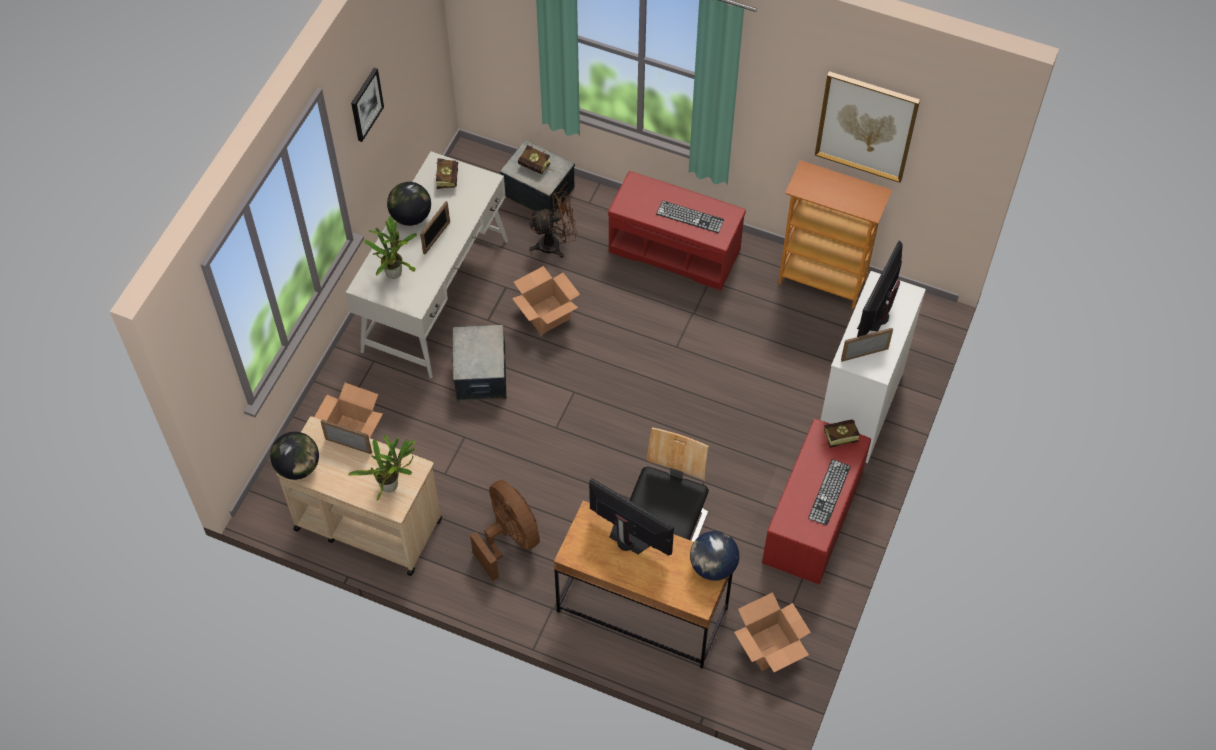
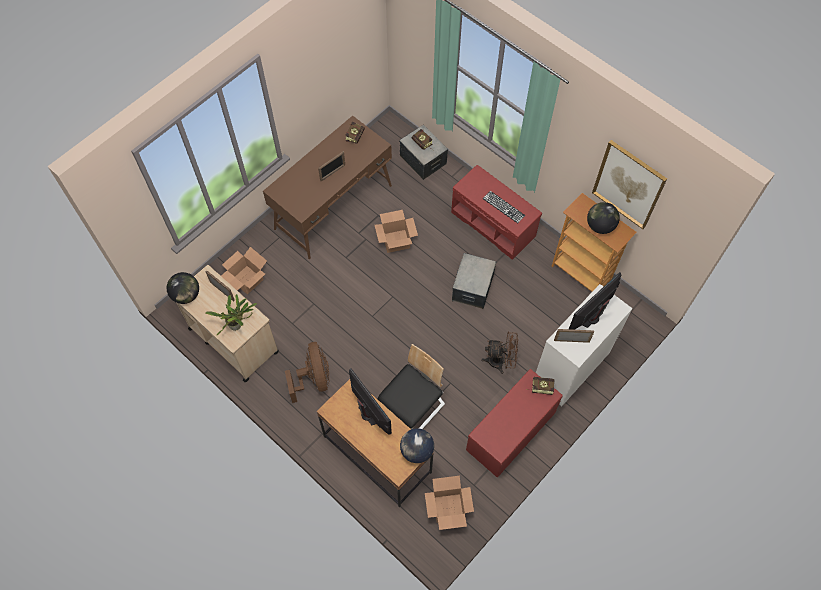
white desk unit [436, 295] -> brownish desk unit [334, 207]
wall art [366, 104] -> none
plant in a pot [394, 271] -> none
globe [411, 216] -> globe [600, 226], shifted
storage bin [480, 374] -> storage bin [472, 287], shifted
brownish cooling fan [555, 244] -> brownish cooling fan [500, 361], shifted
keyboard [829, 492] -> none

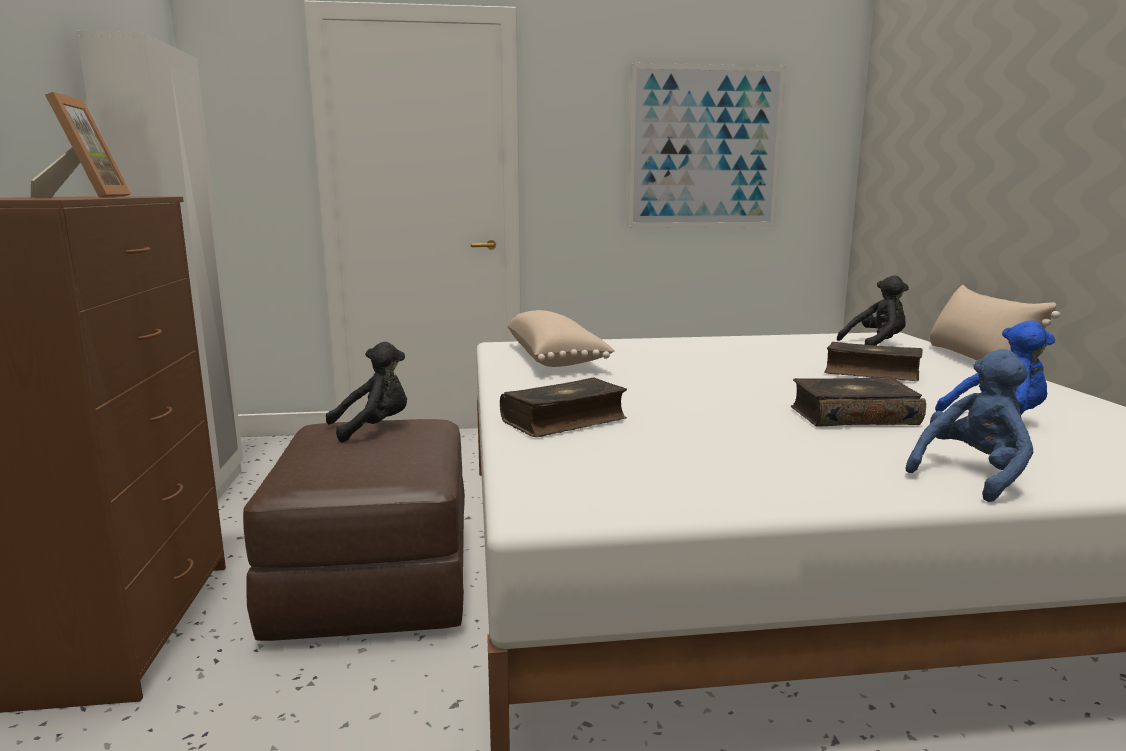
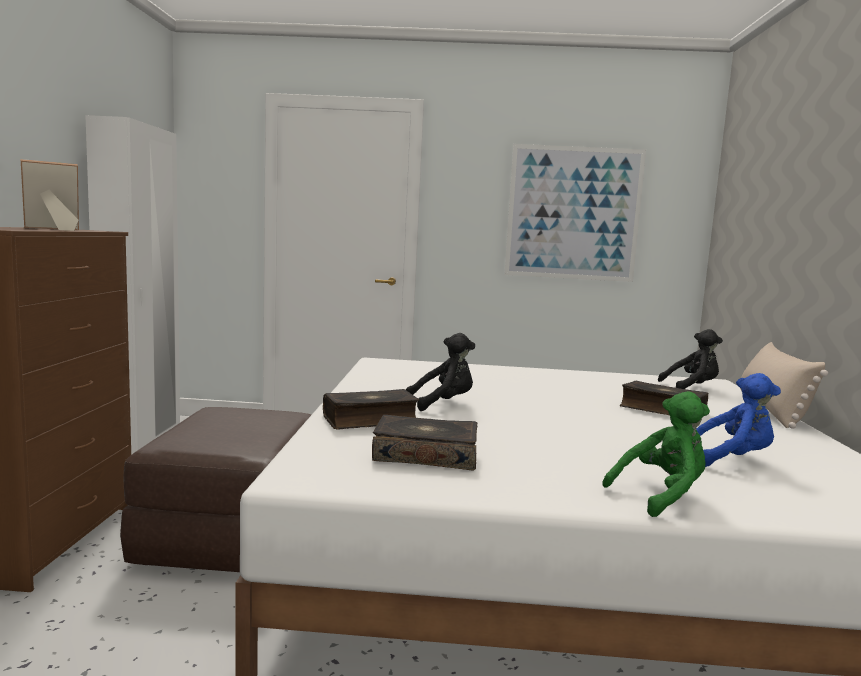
picture frame [87, 196] -> picture frame [52, 229], 120 degrees counterclockwise
blackish cuddly toy [374, 428] -> blackish cuddly toy [443, 403], shifted
beige-coloured throw pillow [556, 359] -> none
bound book [852, 416] -> bound book [425, 455], shifted
bluish cuddly toy [972, 475] -> green cuddly toy [661, 496]

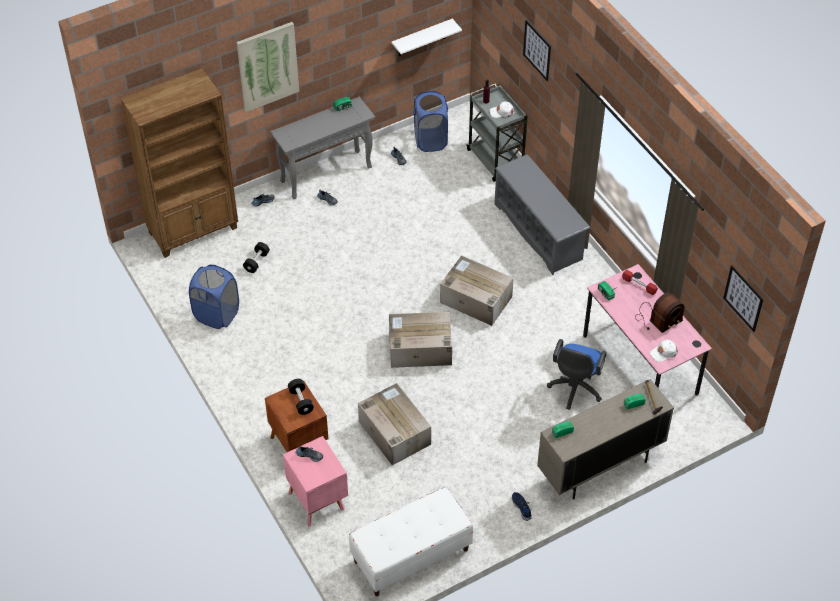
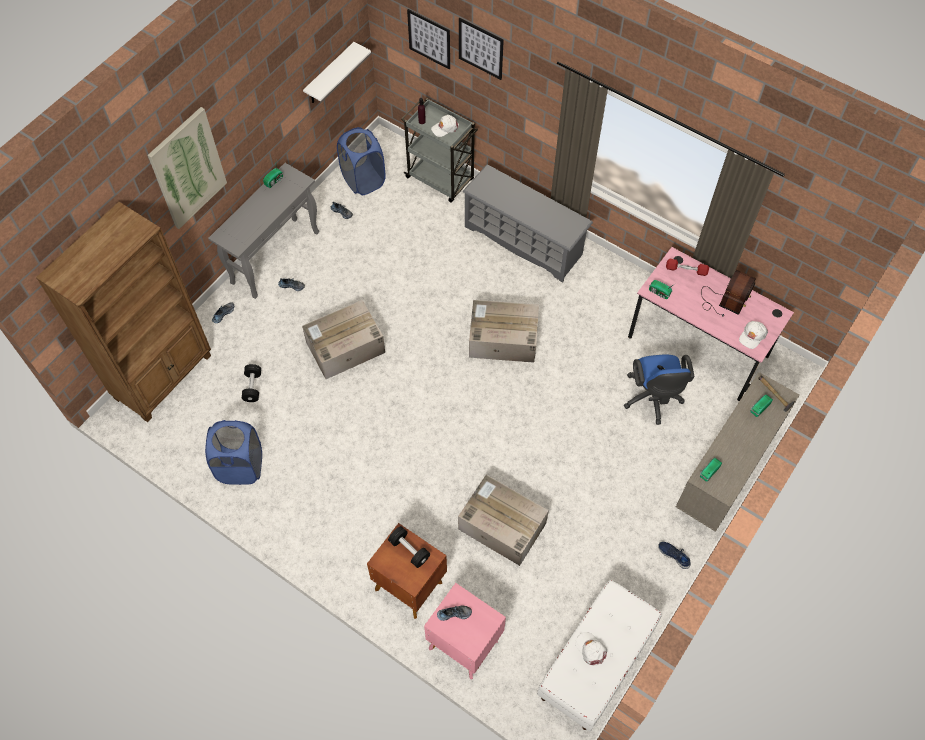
packing box [419, 349] -> packing box [344, 348], shifted
wall art [743, 298] -> wall art [429, 39], shifted
none -> white peaked cap [591, 649]

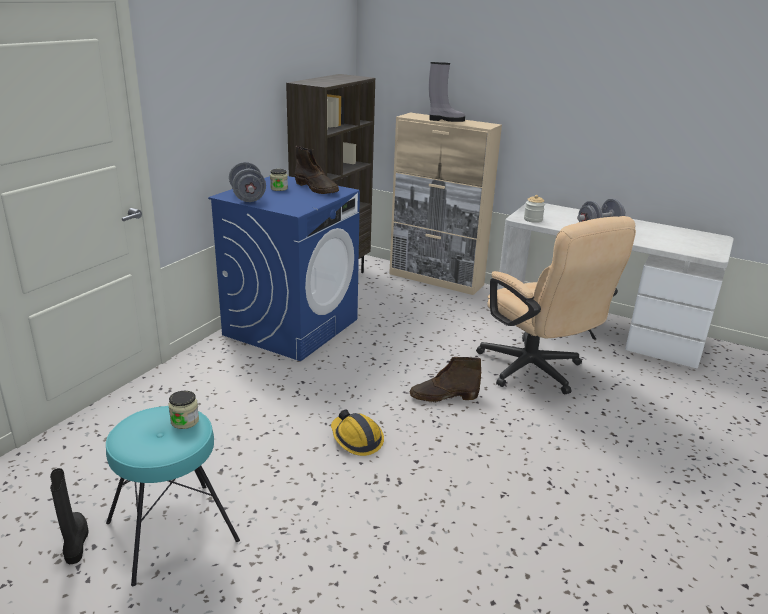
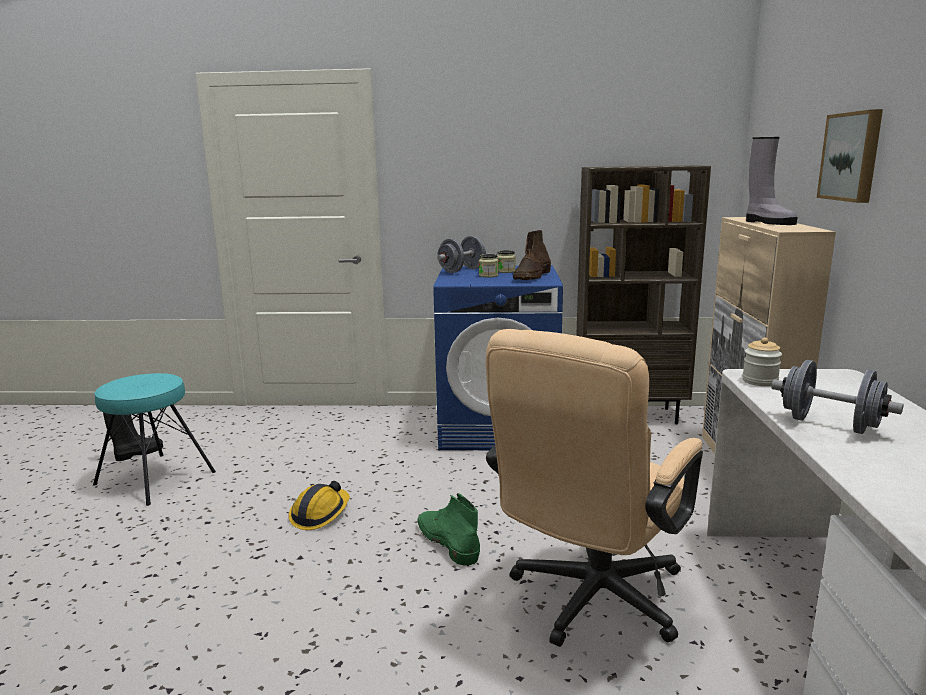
storage jar [185, 421] -> storage jar [488, 275], shifted
brownish boot [443, 396] -> green boot [447, 542]
none -> wall art [852, 156]

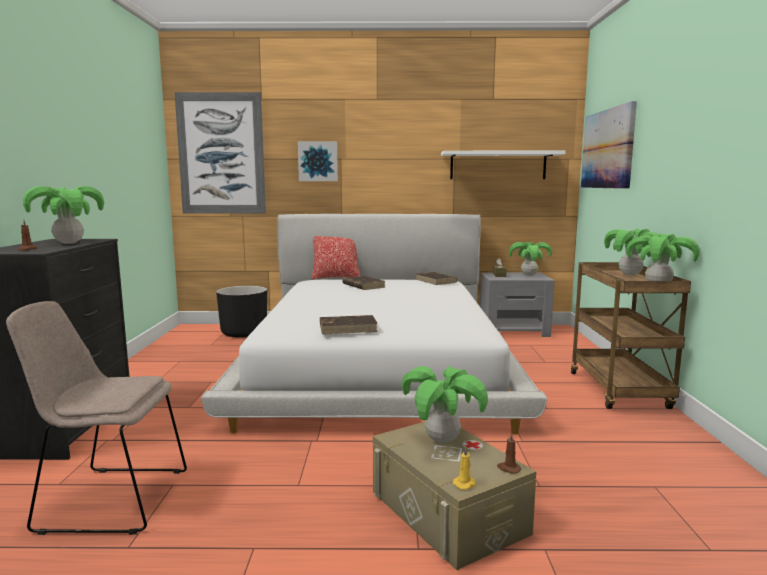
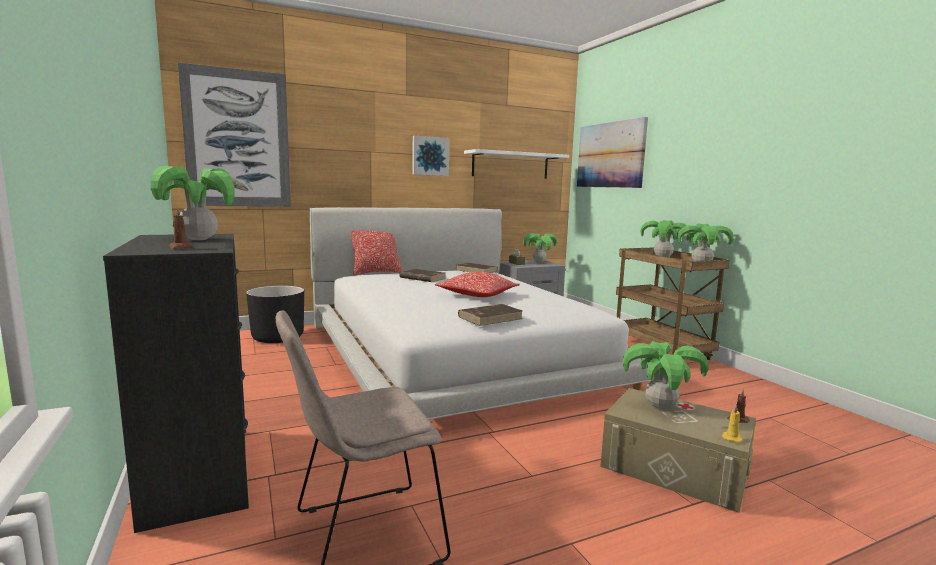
wall art [318, 161] -> wall art [430, 156], shifted
none -> throw pillow [477, 295]

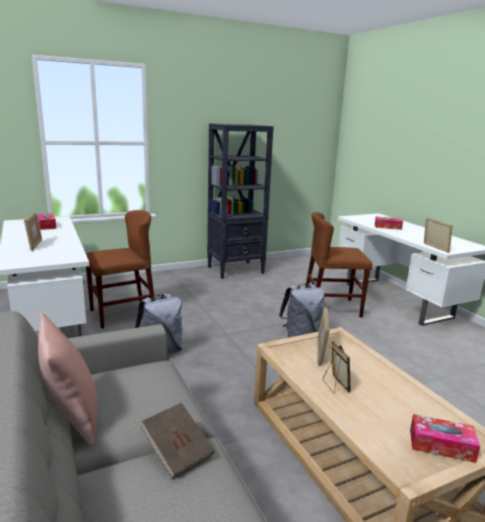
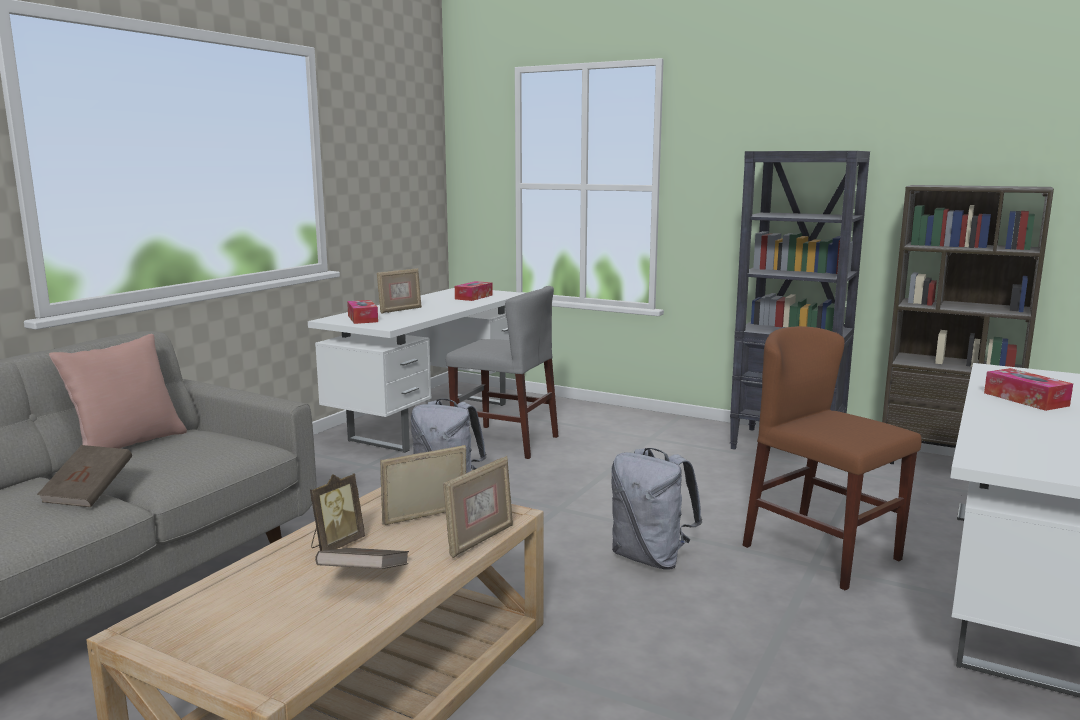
brownish upright chair [122, 314] -> gray upright chair [505, 441]
tissue holder [441, 445] -> tissue holder [362, 319], shifted
picture frame [435, 248] -> picture frame [480, 540], shifted
none -> brownish bound book [365, 579]
none -> brownish bookshelf [945, 464]

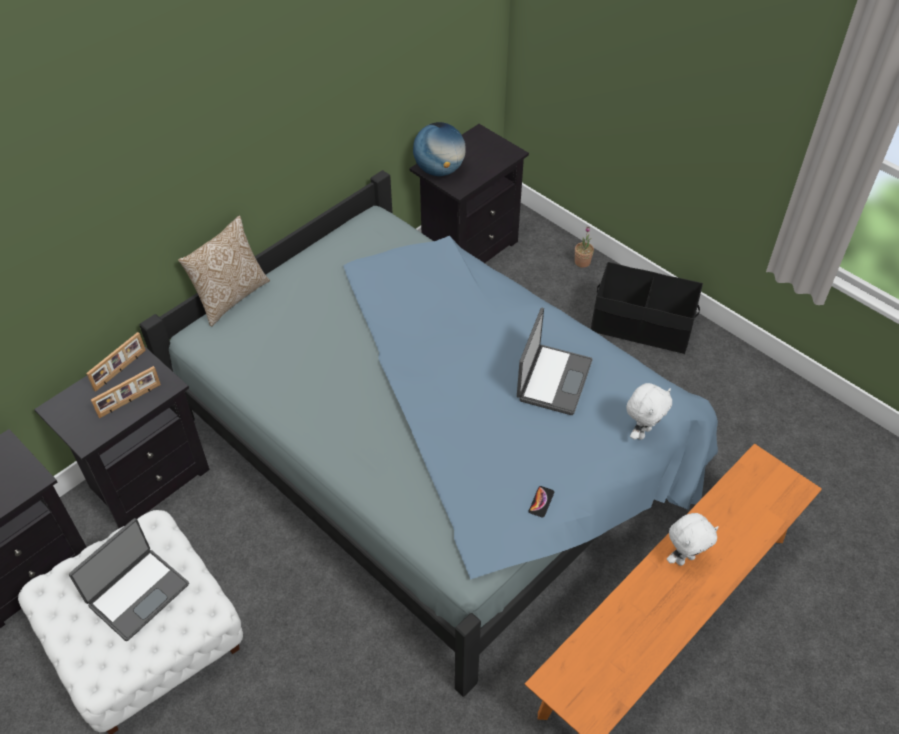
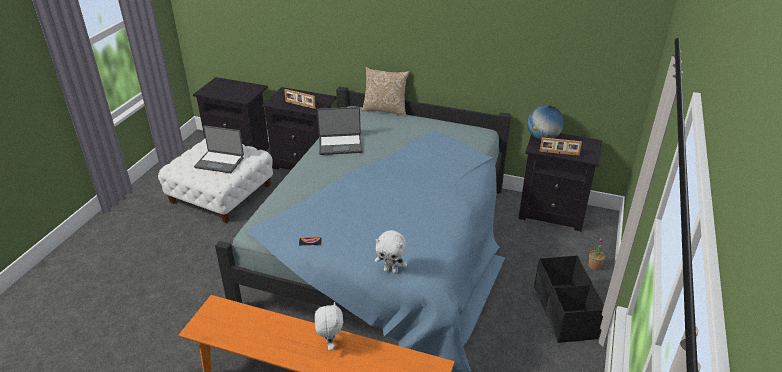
picture frame [120, 370] -> picture frame [559, 153], shifted
notebook computer [552, 380] -> notebook computer [340, 145], shifted
white cuddly toy [684, 558] -> white cuddly toy [330, 344], 135 degrees counterclockwise

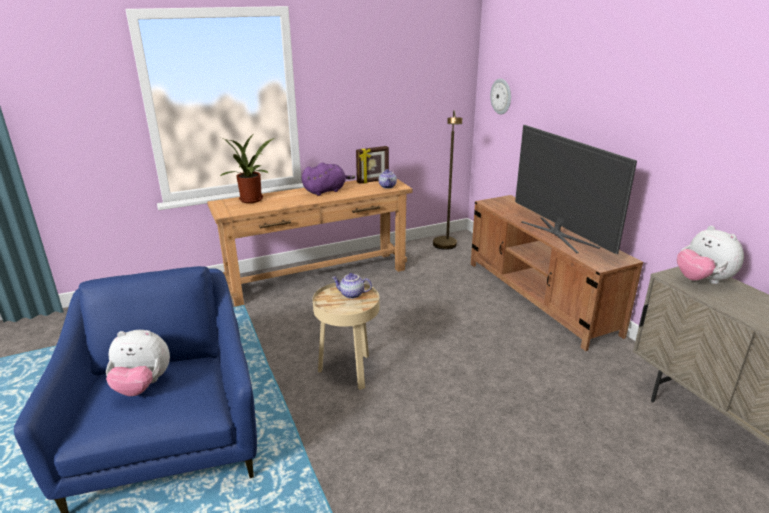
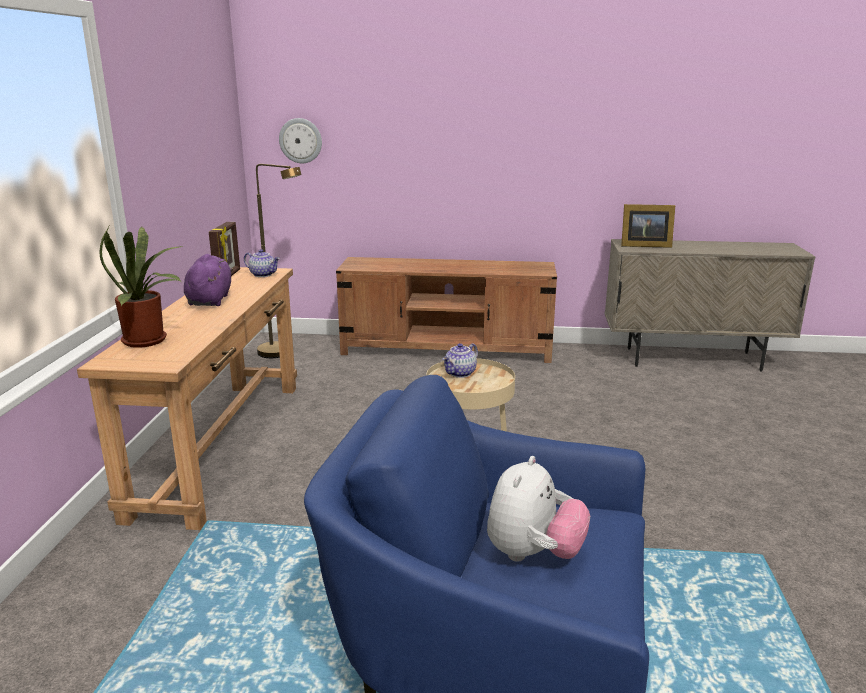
TV set [558, 234] -> none
cuddly toy [702, 281] -> picture frame [643, 245]

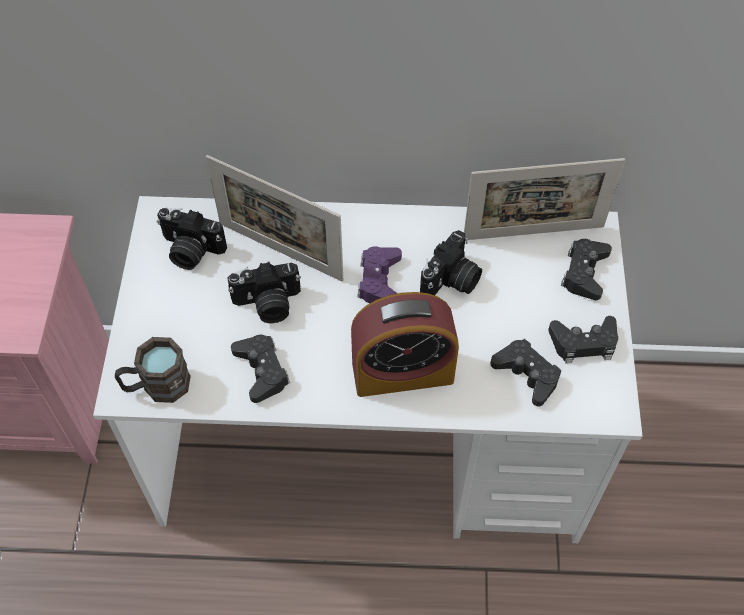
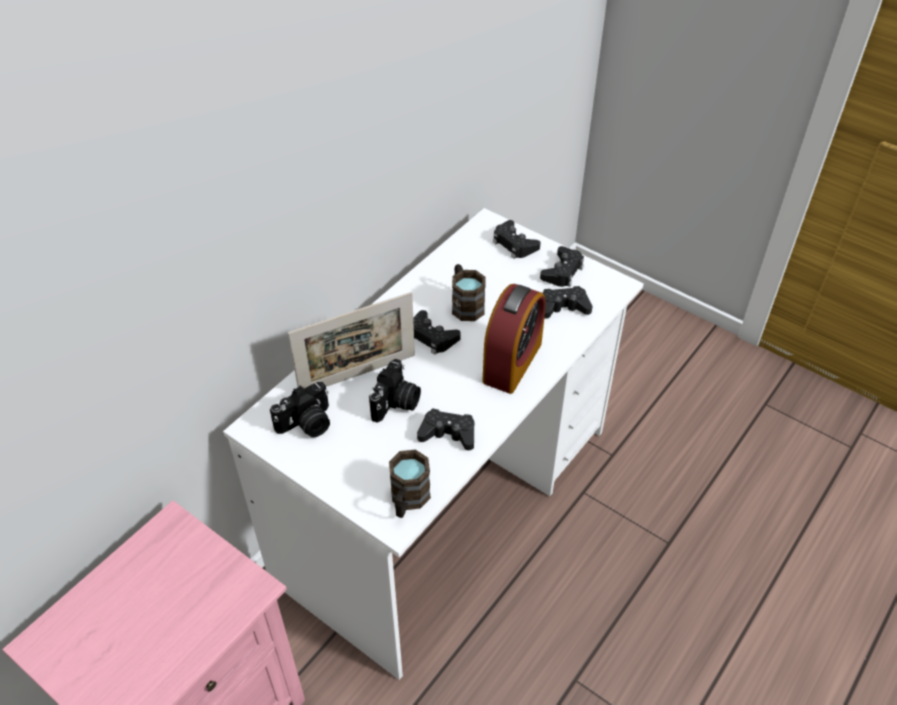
purple-coloured gamepad [379, 280] -> blackish gamepad [431, 337]
photo camera [451, 281] -> brownish tea mug [465, 304]
picture frame [533, 233] -> none

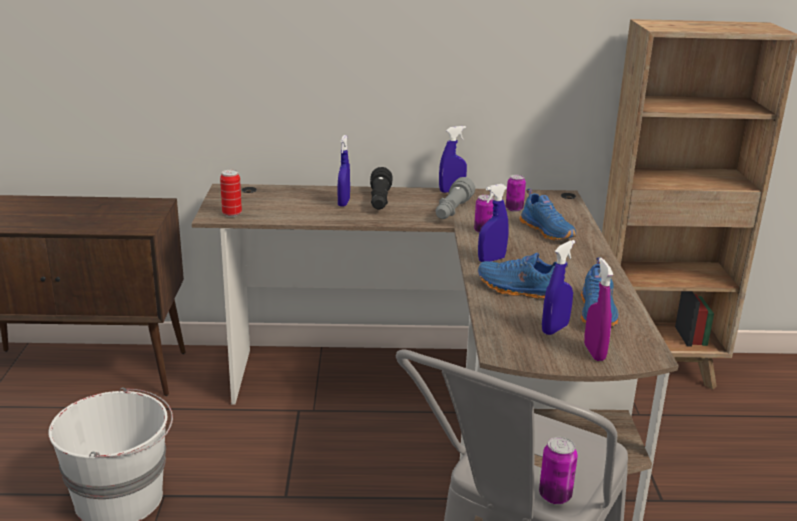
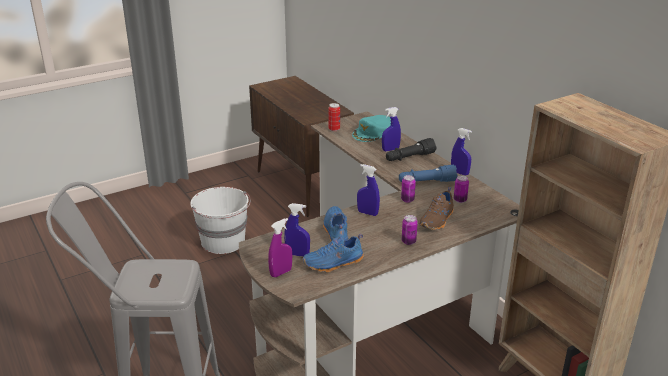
gray flashlight [452, 210] -> bluish flashlight [426, 182]
bluish low shoe [548, 231] -> brownish low shoe [437, 220]
metal can [555, 496] -> metal can [408, 241], shifted
none -> turquoise peaked cap [373, 133]

